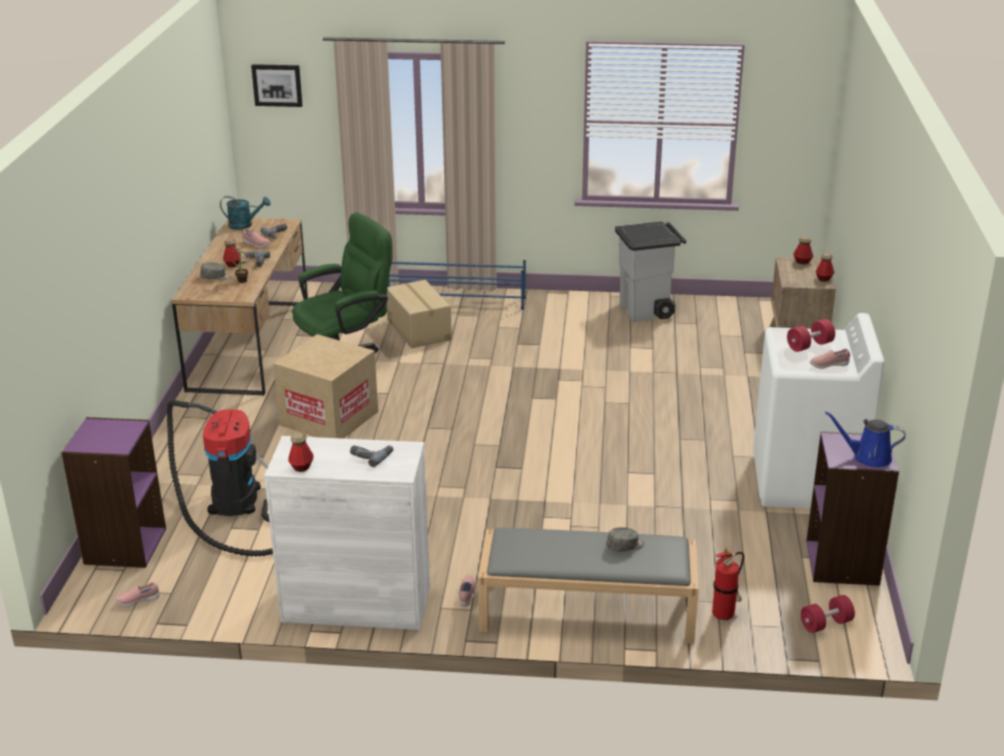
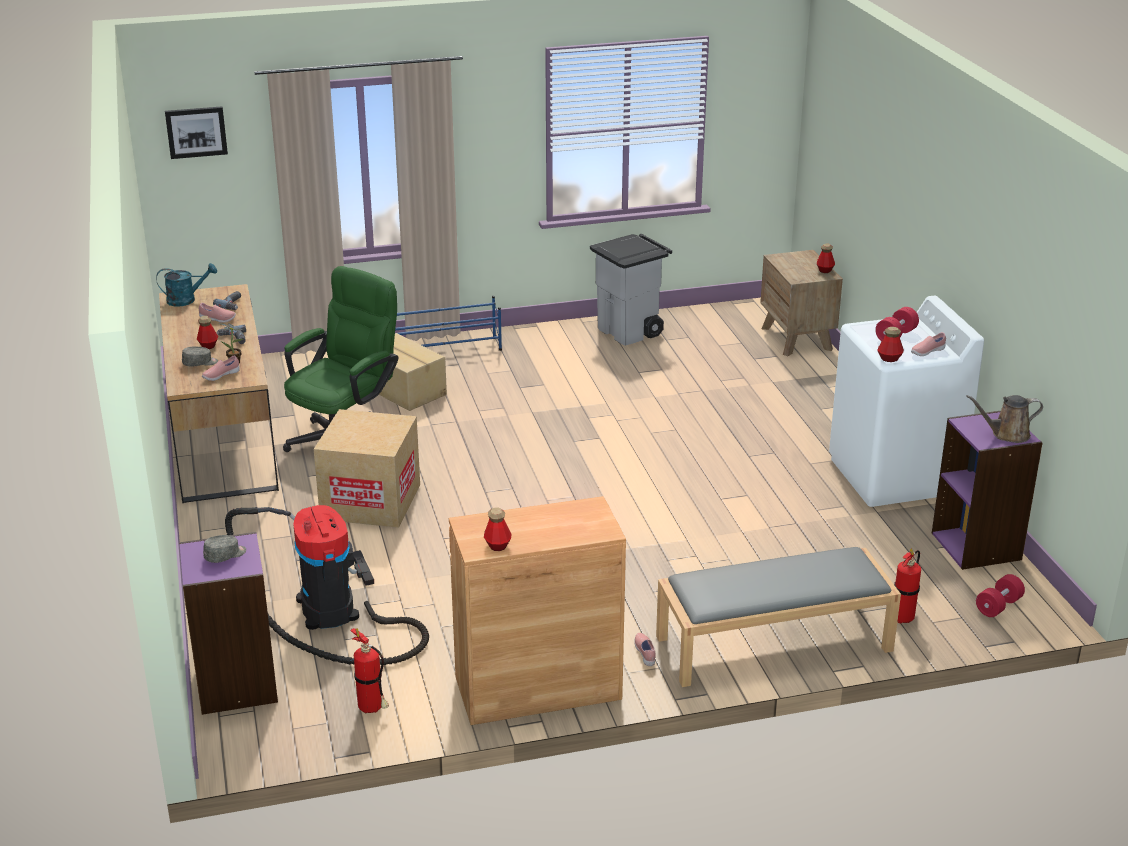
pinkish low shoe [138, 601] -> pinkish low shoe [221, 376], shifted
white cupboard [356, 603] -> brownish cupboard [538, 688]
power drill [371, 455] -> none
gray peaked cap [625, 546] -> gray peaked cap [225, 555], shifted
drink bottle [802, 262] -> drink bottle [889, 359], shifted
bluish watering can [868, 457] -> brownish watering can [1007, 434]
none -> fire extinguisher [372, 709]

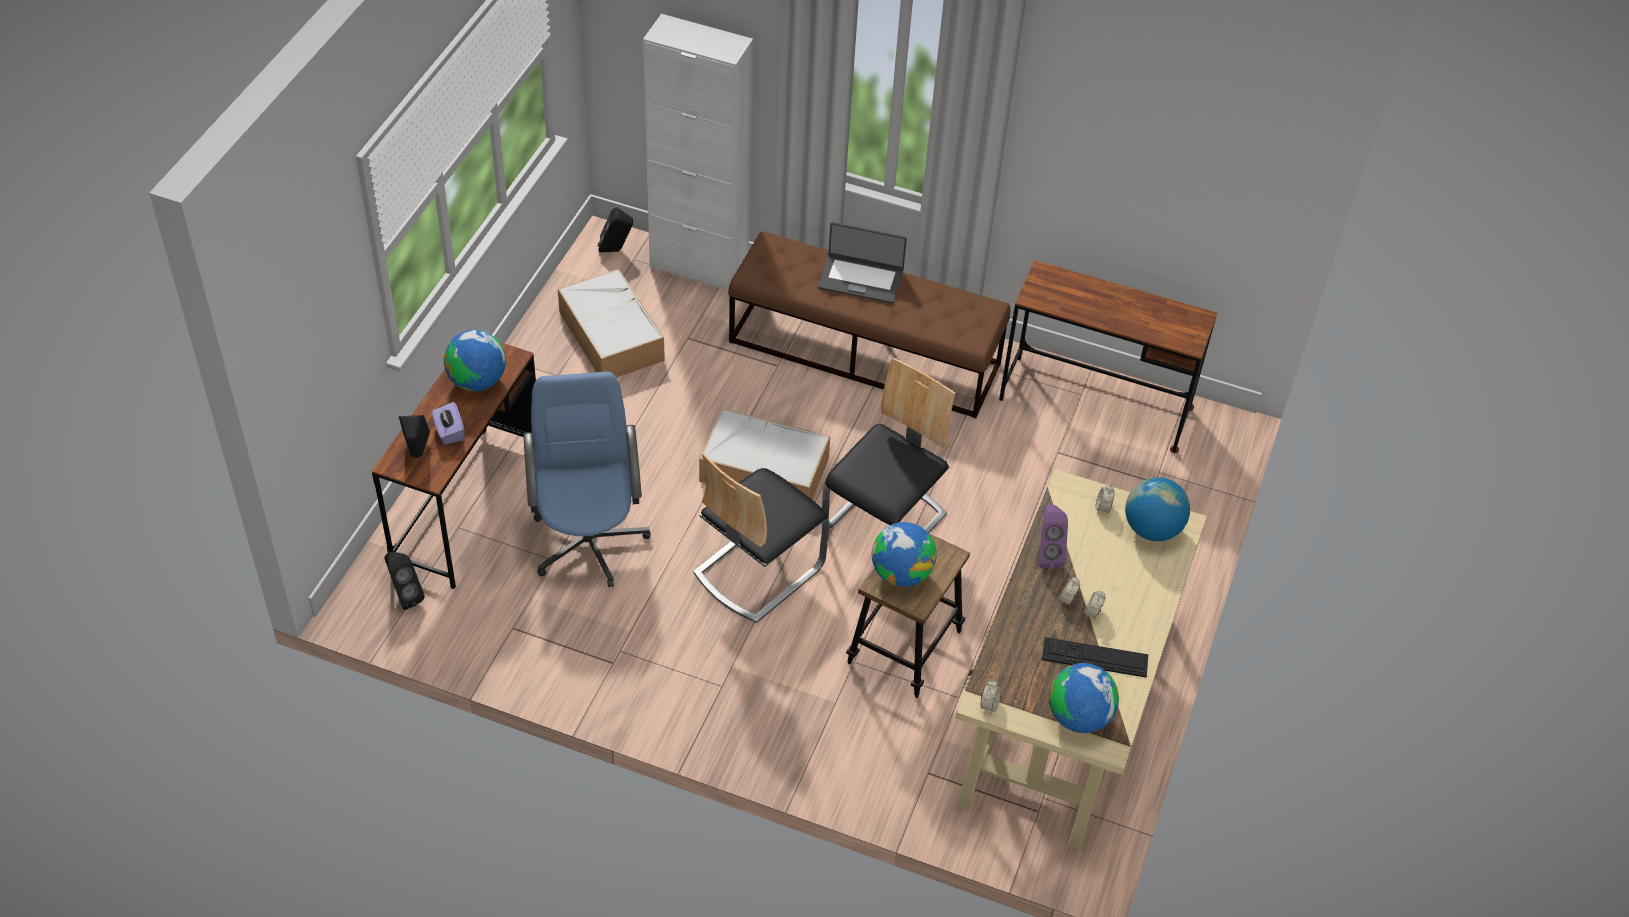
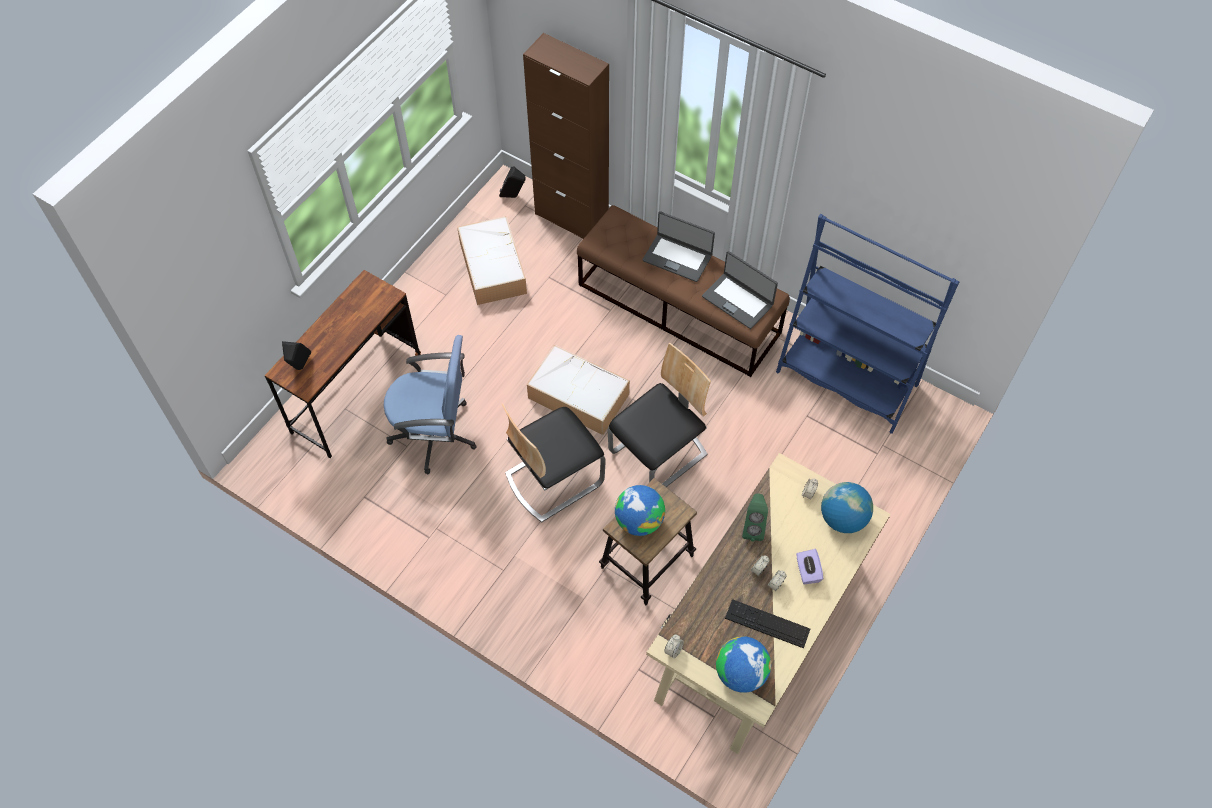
blackish loudspeaker [404, 596] -> none
purple-coloured tissue holder [449, 432] -> purple-coloured tissue holder [807, 571], shifted
globe [477, 381] -> none
bluish office chair [588, 540] -> bluish office chair [435, 434], 90 degrees clockwise
white cupboard [699, 267] -> brownish cupboard [571, 218]
brownish desk unit [1095, 404] -> bluish bookshelf [847, 379]
purple-coloured loudspeaker [1047, 554] -> green loudspeaker [753, 527]
none -> notebook computer [738, 300]

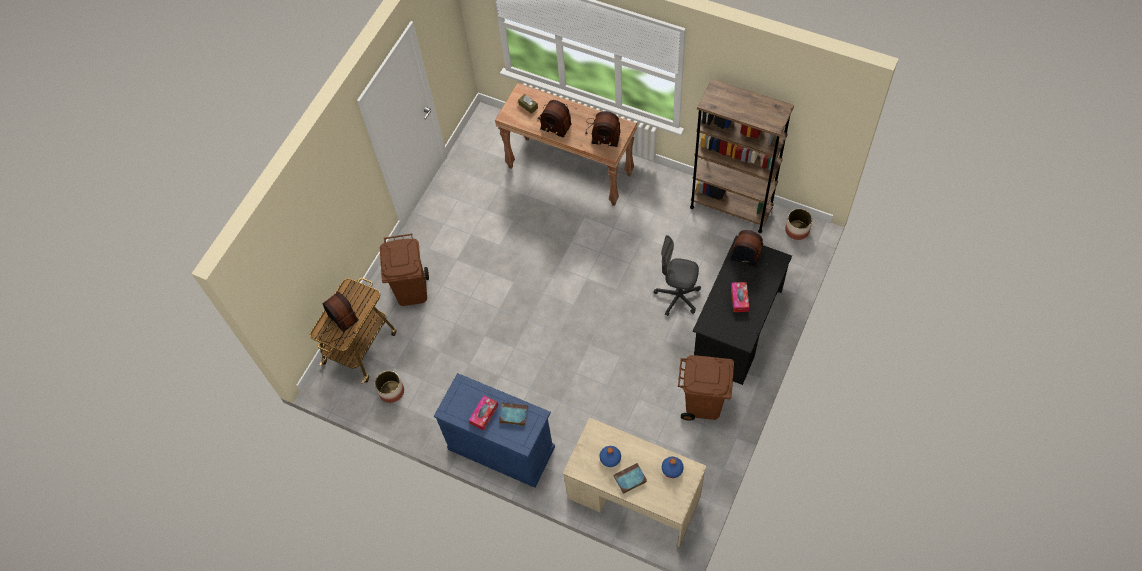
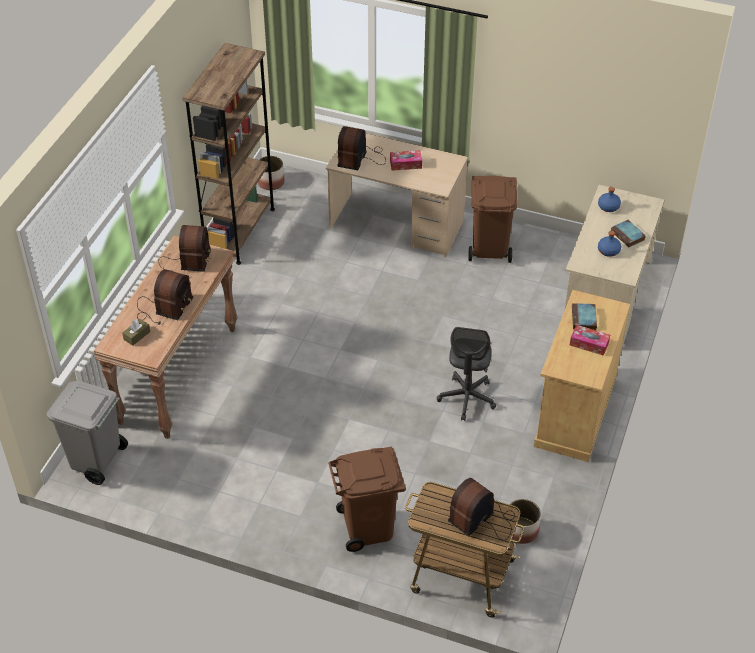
bluish cupboard [501, 448] -> beige-coloured cupboard [575, 411]
gray office chair [677, 297] -> gray office chair [467, 398], shifted
blackish desk unit [737, 328] -> beige-coloured desk unit [396, 225]
none -> gray waste bin [96, 462]

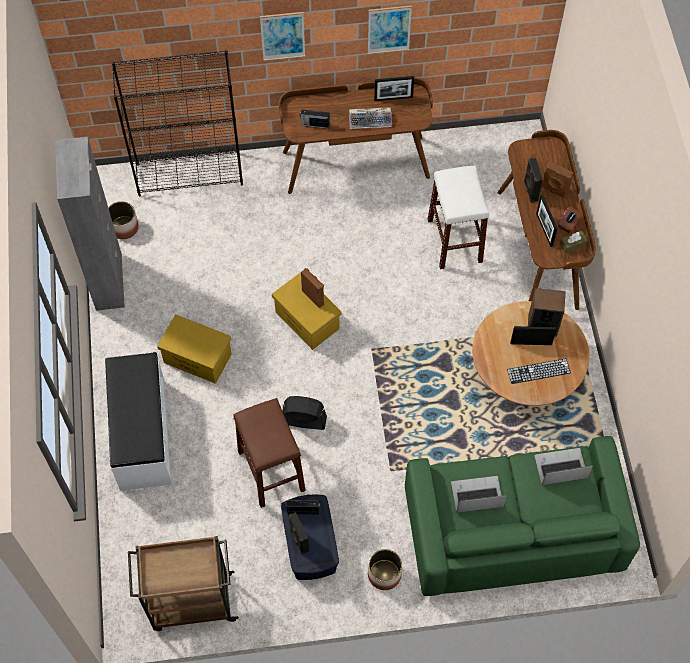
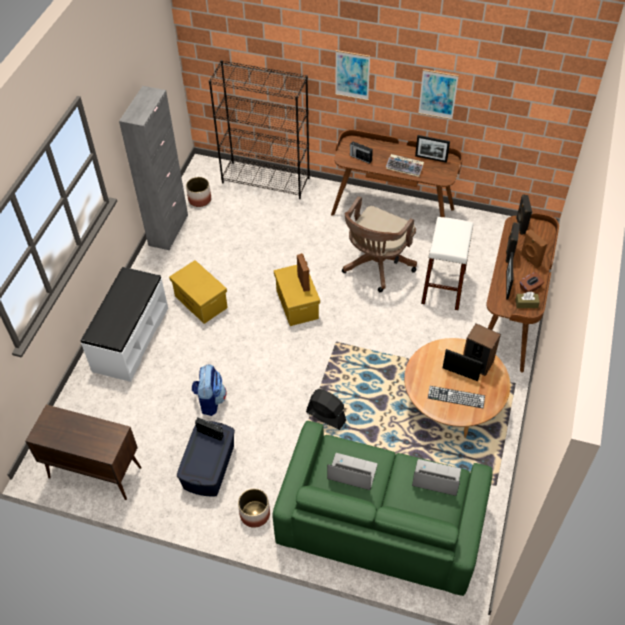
brownish wheeled cart [191, 602] -> brownish cupboard [94, 472]
brownish stool [271, 470] -> backpack [210, 400]
blackish cooling fan [303, 420] -> blackish cooling fan [326, 416], shifted
blackish loudspeaker [298, 540] -> blackish loudspeaker [520, 226], shifted
none -> brownish office chair [376, 266]

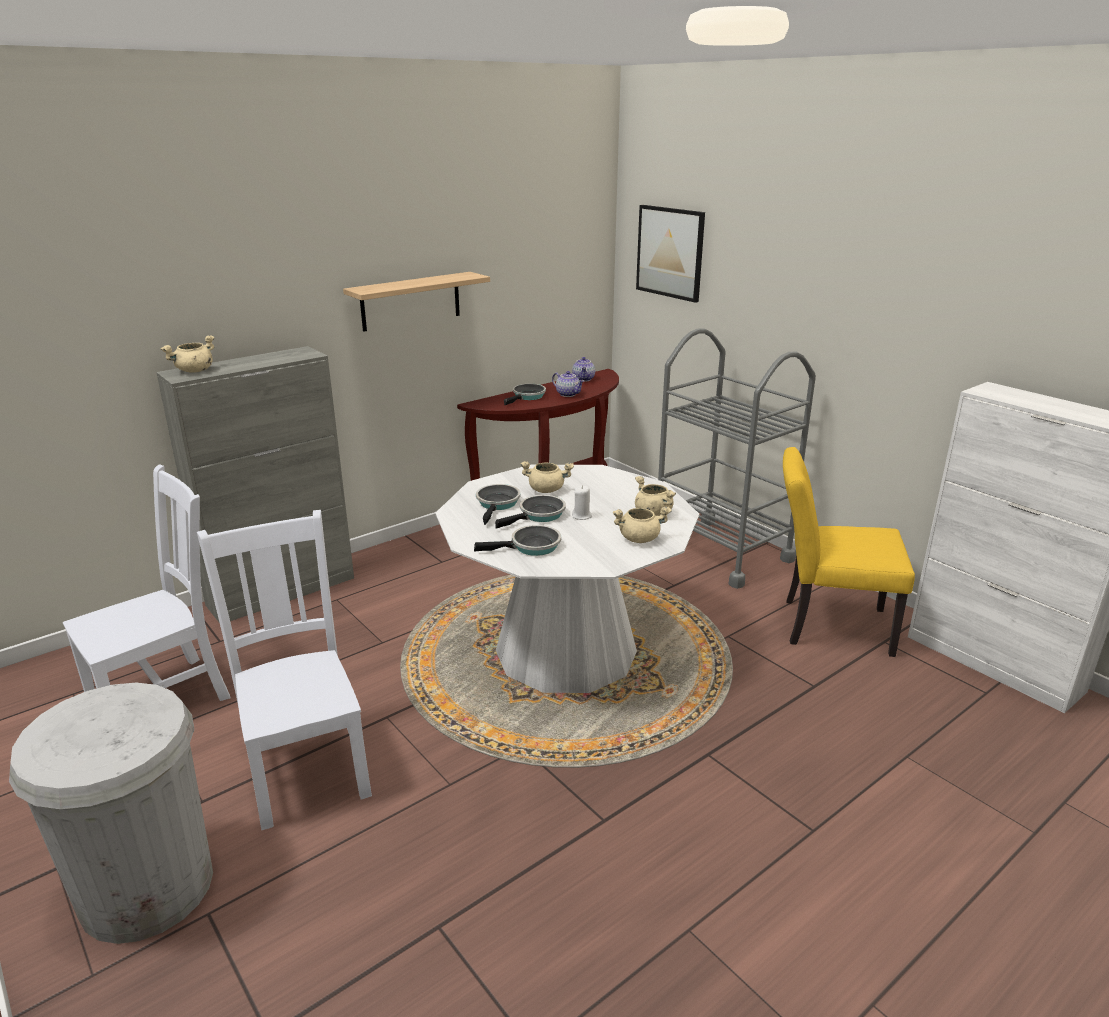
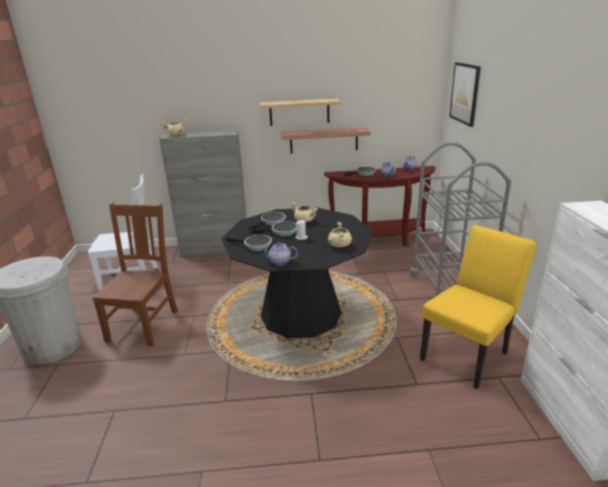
white upright chair [306, 767] -> brownish upright chair [144, 324]
white dinner table [566, 651] -> blackish dinner table [301, 314]
beige-coloured saucepot [639, 538] -> none
yellowish upright chair [826, 625] -> yellowish upright chair [468, 353], 90 degrees clockwise
none -> tea pot [279, 262]
none -> bracket shelf [324, 140]

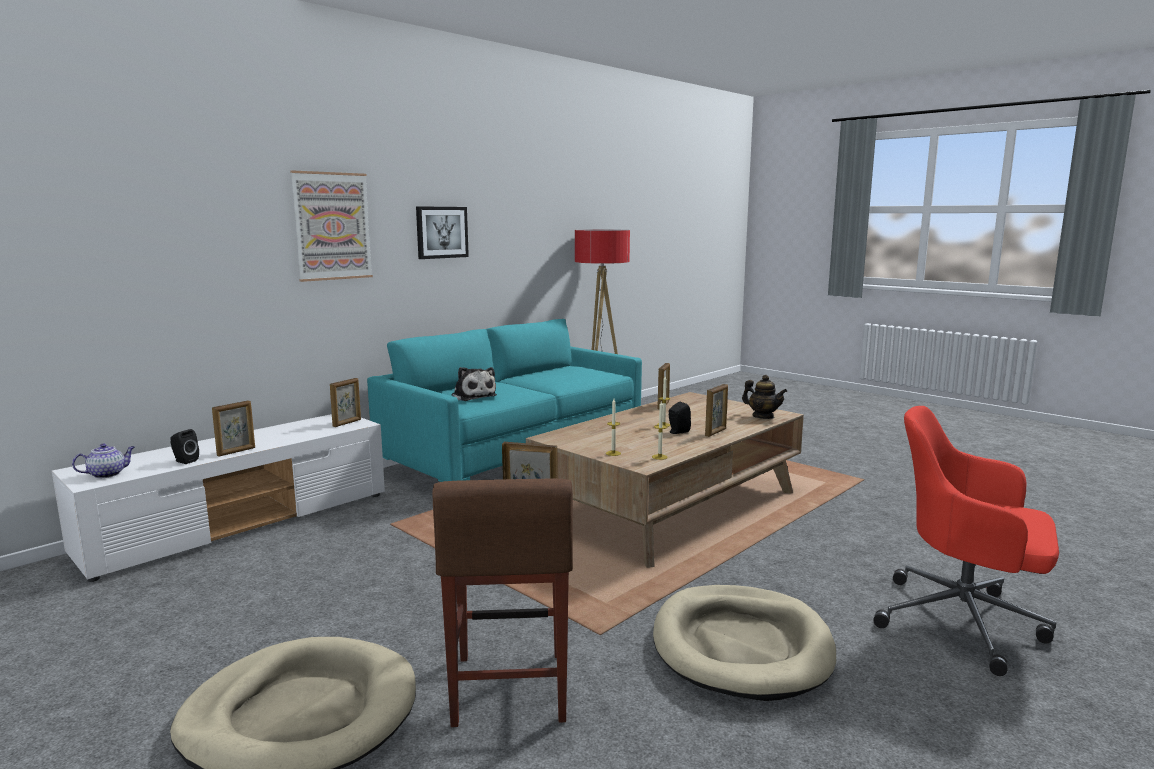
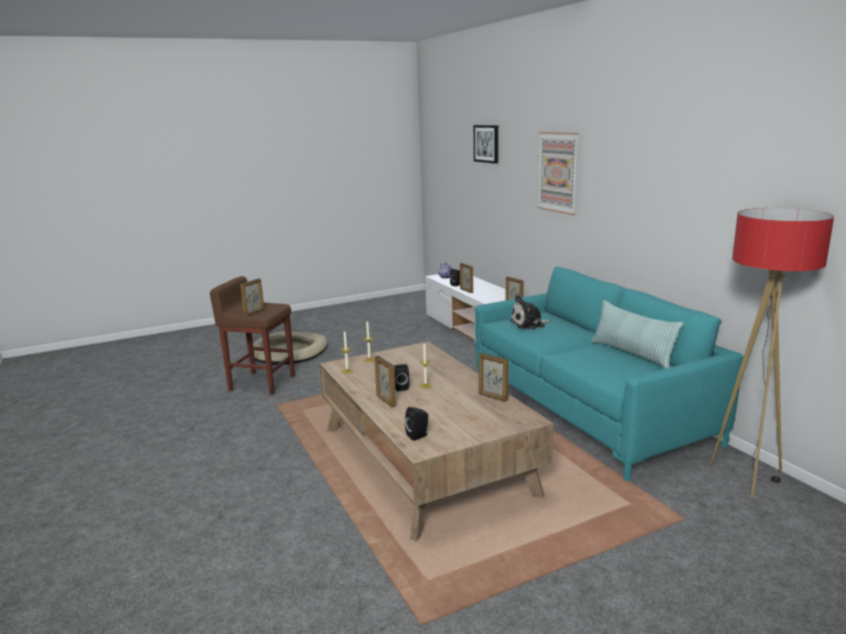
wall art [441, 232] -> wall art [487, 143], shifted
beige-coloured dog bed [741, 646] -> none
tea pot [763, 417] -> blackish loudspeaker [418, 435]
reddish office chair [963, 622] -> none
none -> throw pillow [632, 353]

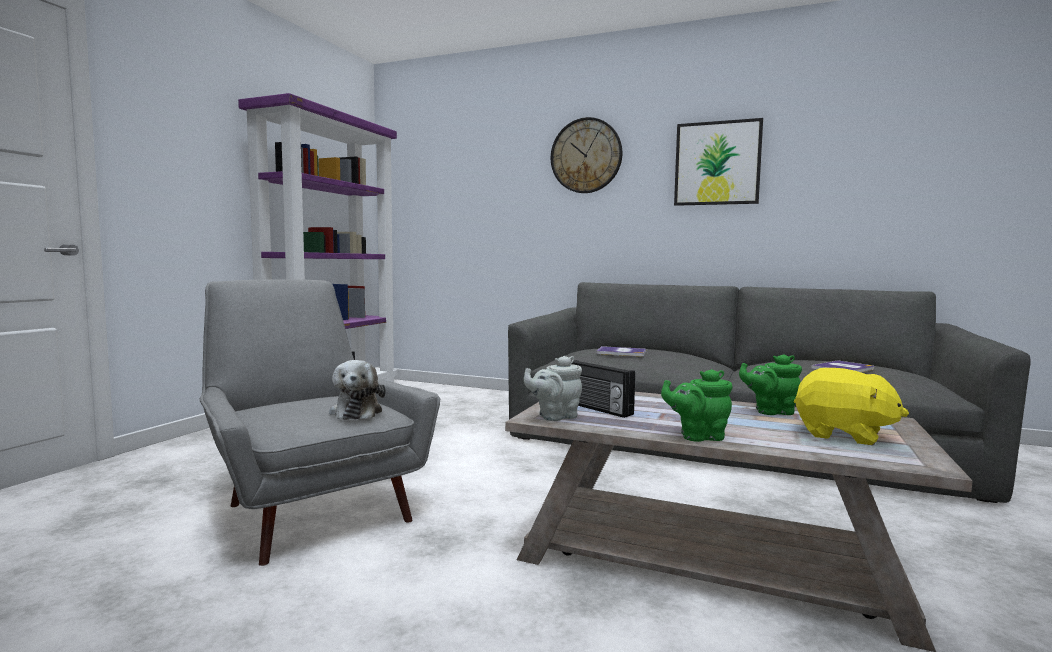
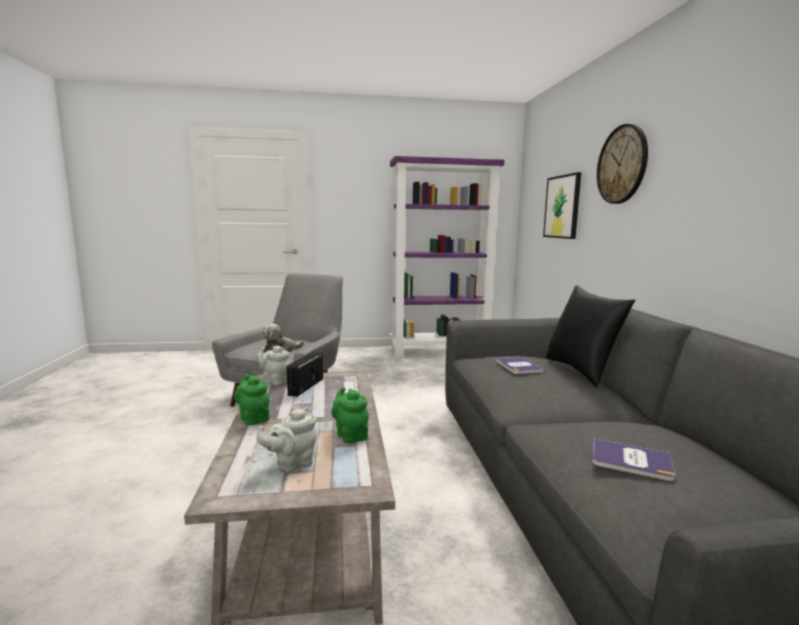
wall art [717, 163] -> wall art [562, 207], shifted
yellowish cuddly toy [843, 435] -> gray tea pot [291, 464]
none -> blackish throw pillow [581, 370]

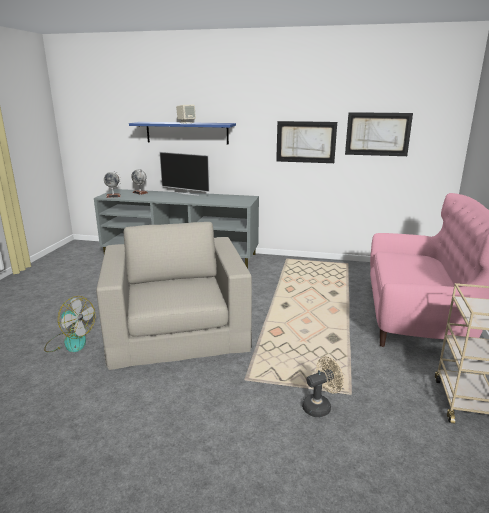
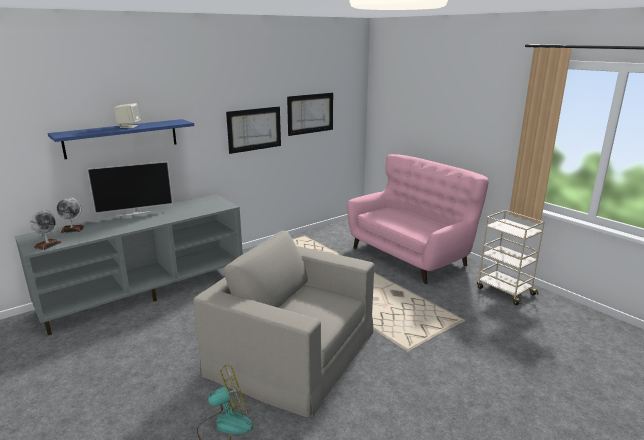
beige-coloured cooling fan [320, 406] -> none

